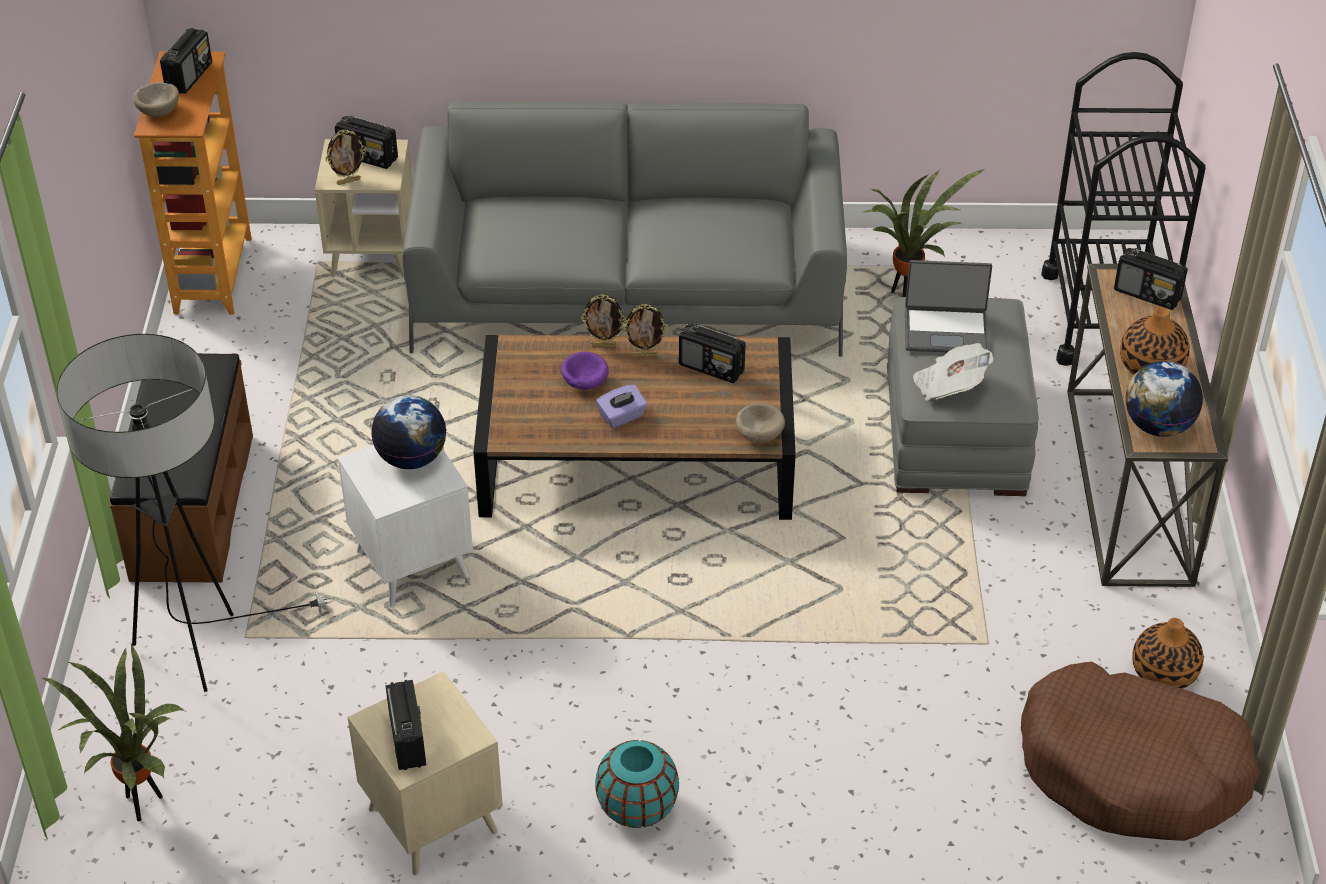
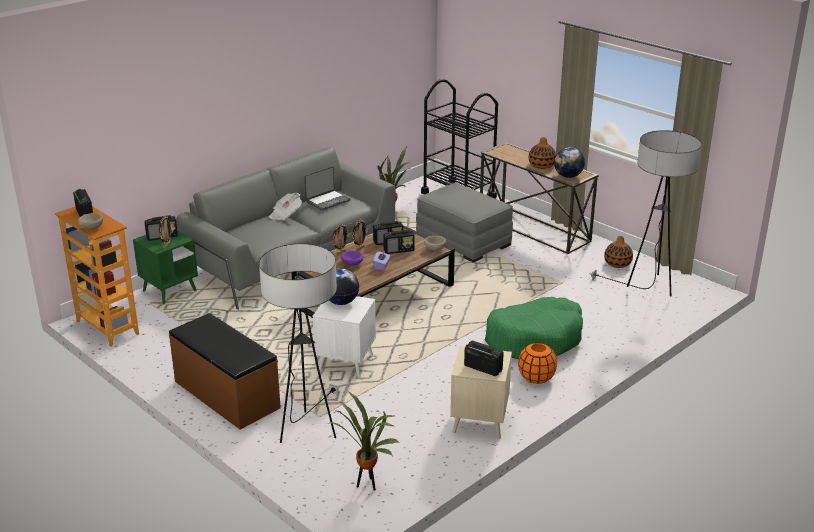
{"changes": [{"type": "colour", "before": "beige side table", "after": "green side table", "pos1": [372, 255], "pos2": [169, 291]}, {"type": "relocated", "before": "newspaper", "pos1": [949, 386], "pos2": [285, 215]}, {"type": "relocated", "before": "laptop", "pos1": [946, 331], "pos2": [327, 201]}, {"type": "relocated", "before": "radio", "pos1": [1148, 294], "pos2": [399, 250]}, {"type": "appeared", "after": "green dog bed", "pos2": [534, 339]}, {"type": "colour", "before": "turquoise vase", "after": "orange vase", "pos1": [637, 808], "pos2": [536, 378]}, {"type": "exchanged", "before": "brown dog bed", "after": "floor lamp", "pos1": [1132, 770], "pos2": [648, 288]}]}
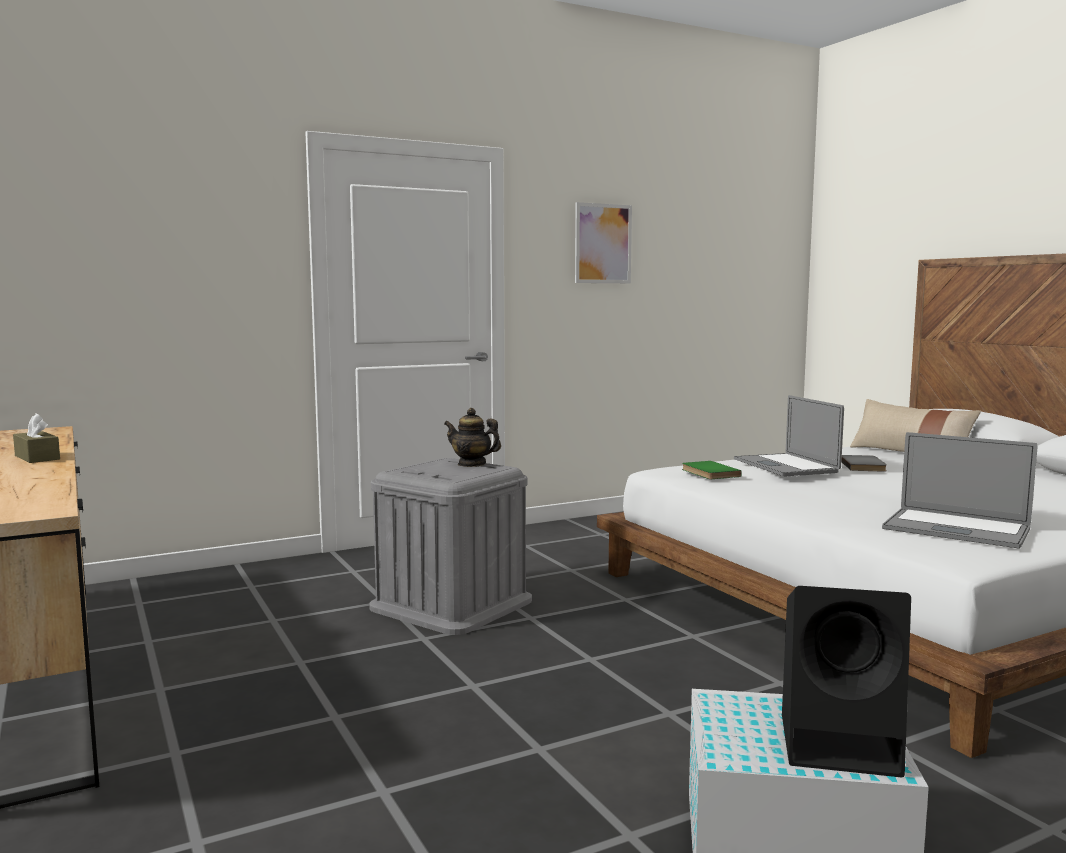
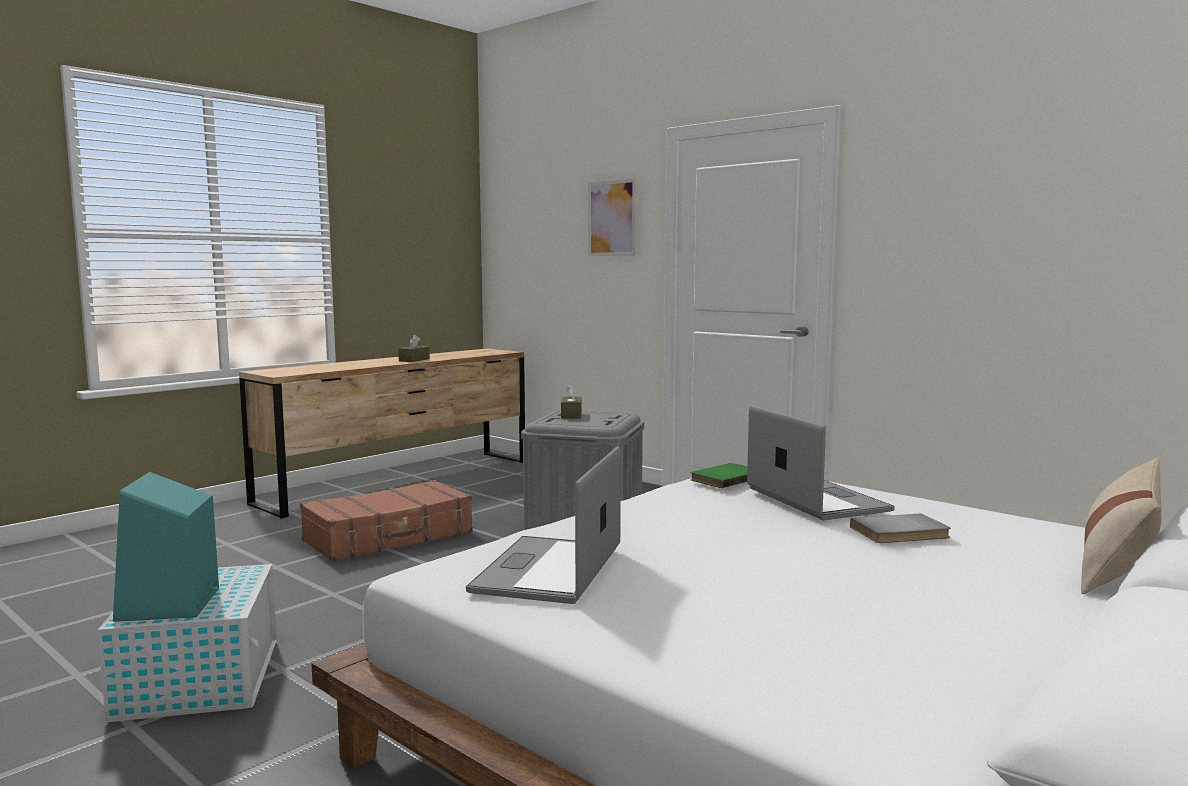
{"changes": [{"type": "colour", "before": "black speaker", "after": "turquoise speaker", "pos1": [842, 744], "pos2": [168, 605]}, {"type": "appeared", "after": "brown suitcase", "pos2": [389, 537]}, {"type": "appeared", "after": "brown tissue box", "pos2": [571, 415]}, {"type": "relocated", "before": "picture", "pos1": [603, 243], "pos2": [612, 218]}, {"type": "spun", "before": "laptop", "pos1": [785, 466], "pos2": [816, 499], "turn": 105}, {"type": "missing", "before": "teapot", "pos1": [472, 464]}]}
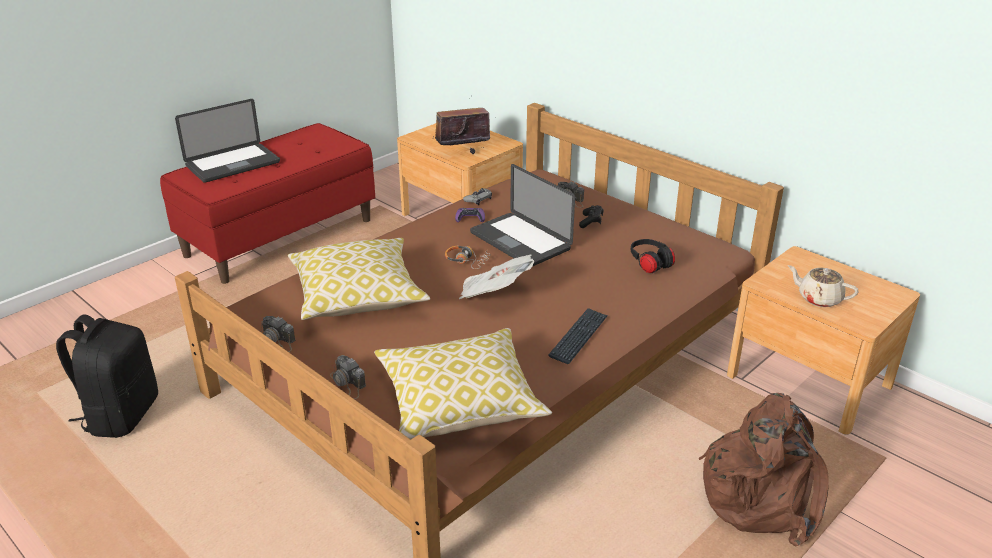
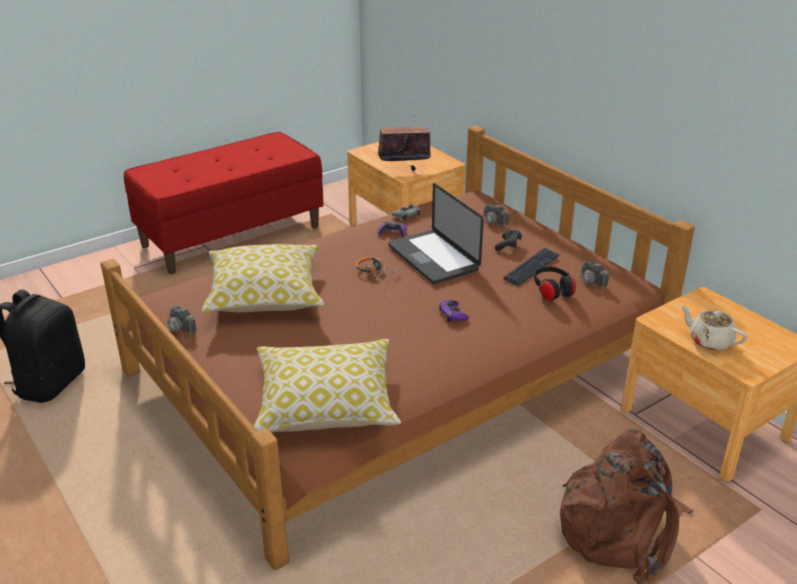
{"changes": [{"type": "appeared", "after": "purple game controller", "pos2": [453, 314]}, {"type": "relocated", "before": "keyboard", "pos1": [578, 337], "pos2": [532, 267]}, {"type": "relocated", "before": "photo camera", "pos1": [348, 383], "pos2": [592, 282]}, {"type": "missing", "before": "laptop", "pos1": [233, 164]}, {"type": "missing", "before": "newspaper", "pos1": [494, 294]}]}
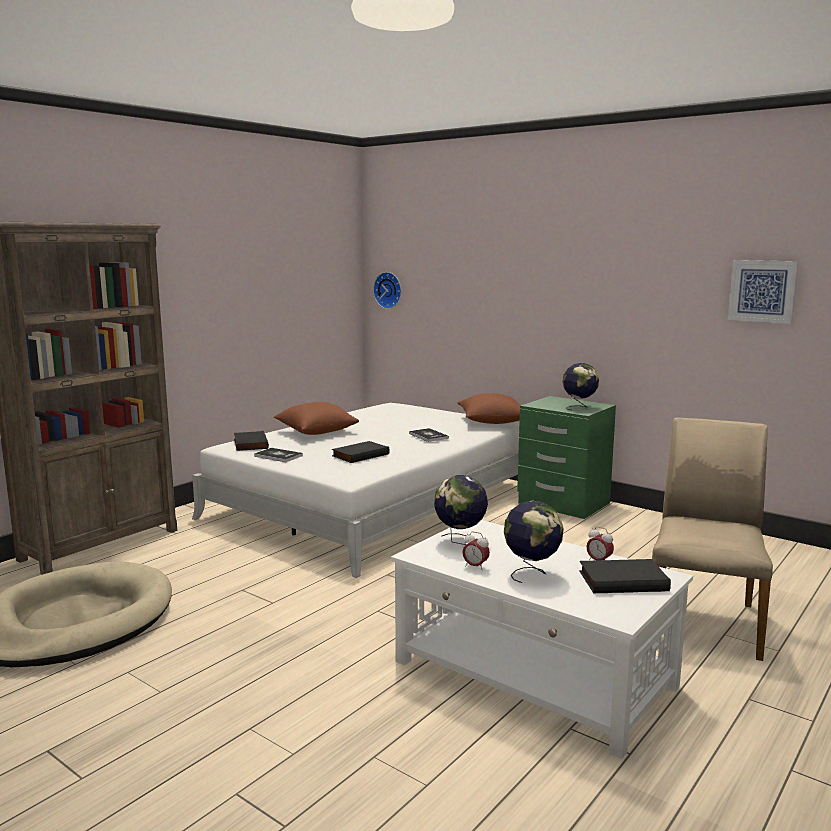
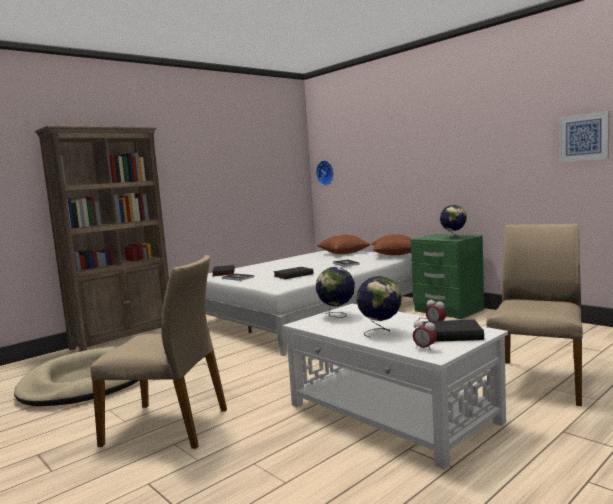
{"changes": [{"type": "appeared", "after": "beige chair", "pos2": [168, 426]}, {"type": "relocated", "before": "brown pillow", "pos1": [316, 432], "pos2": [343, 253]}, {"type": "relocated", "before": "alarm clock", "pos1": [475, 566], "pos2": [424, 348]}]}
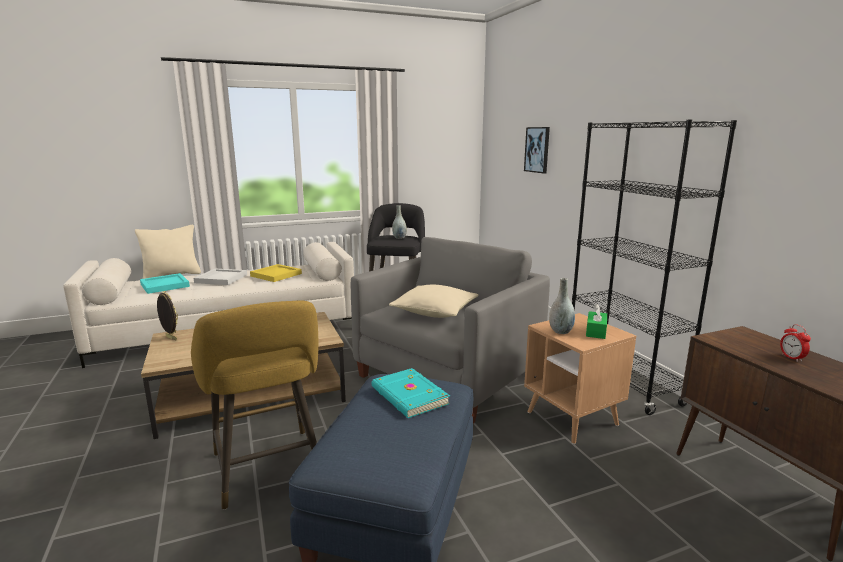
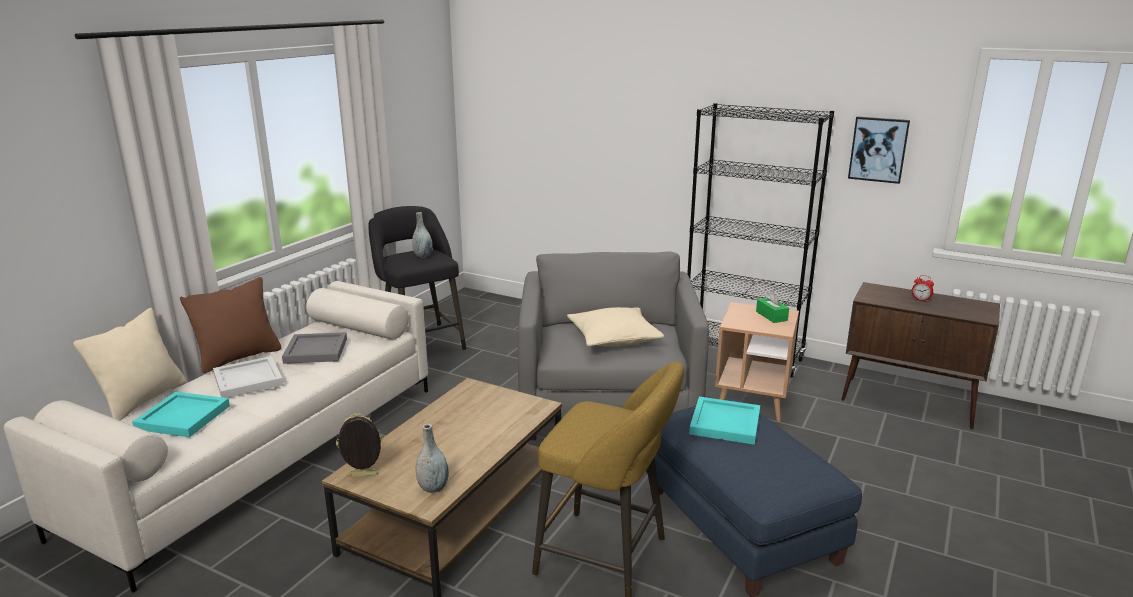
{"changes": [{"type": "appeared", "after": "brown pillow", "pos2": [239, 357]}, {"type": "colour", "before": "yellow tray", "after": "grey tray", "pos1": [276, 275], "pos2": [316, 351]}, {"type": "relocated", "before": "grey vase", "pos1": [560, 331], "pos2": [433, 488]}, {"type": "exchanged", "before": "turquoise book", "after": "turquoise tray", "pos1": [408, 396], "pos2": [726, 424]}, {"type": "relocated", "before": "picture", "pos1": [537, 149], "pos2": [878, 149]}]}
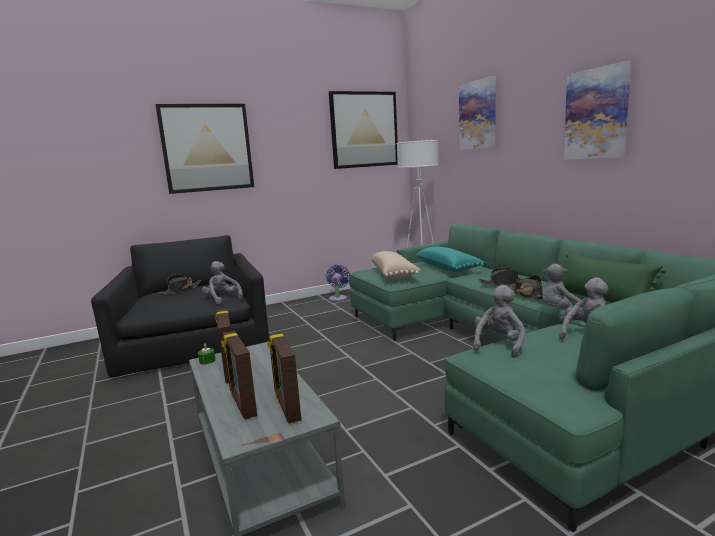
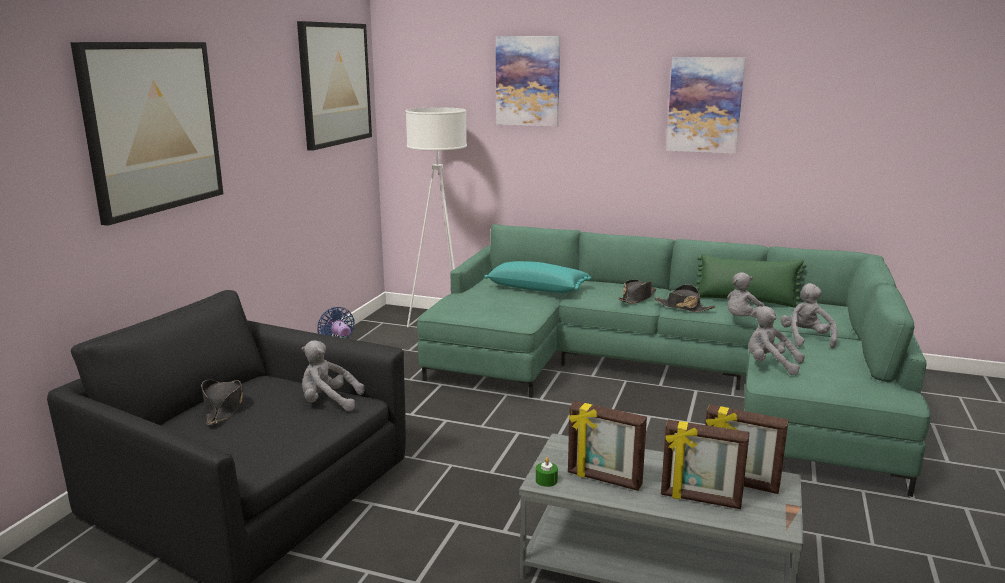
{"changes": [{"type": "spun", "before": "grey plush toy", "pos1": [499, 344], "pos2": [770, 365], "turn": -45}, {"type": "missing", "before": "beige pillow", "pos1": [394, 274]}]}
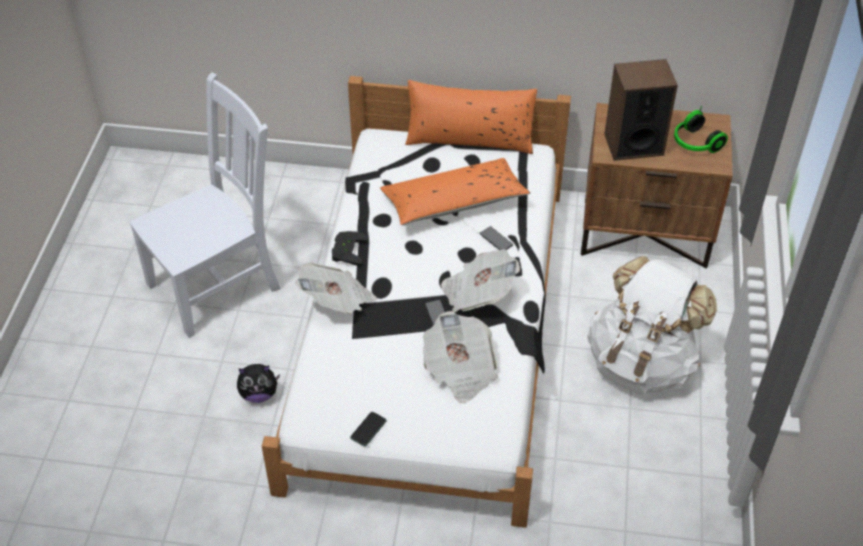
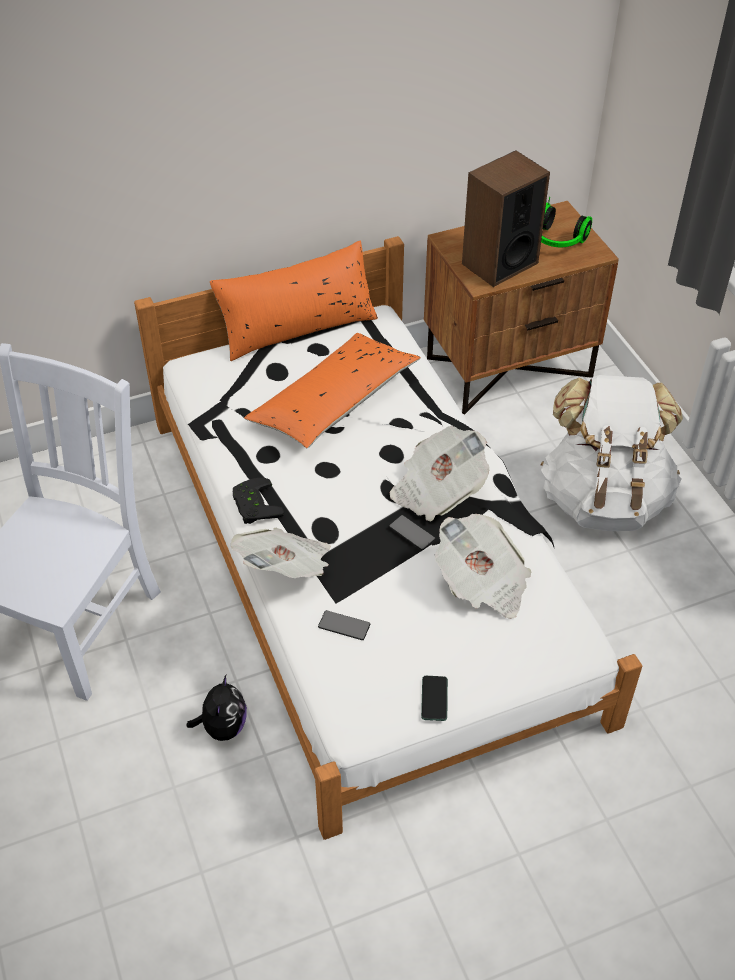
{"changes": [{"type": "spun", "before": "plush toy", "pos1": [259, 394], "pos2": [223, 727], "turn": -45}, {"type": "relocated", "before": "phone", "pos1": [496, 240], "pos2": [344, 626]}]}
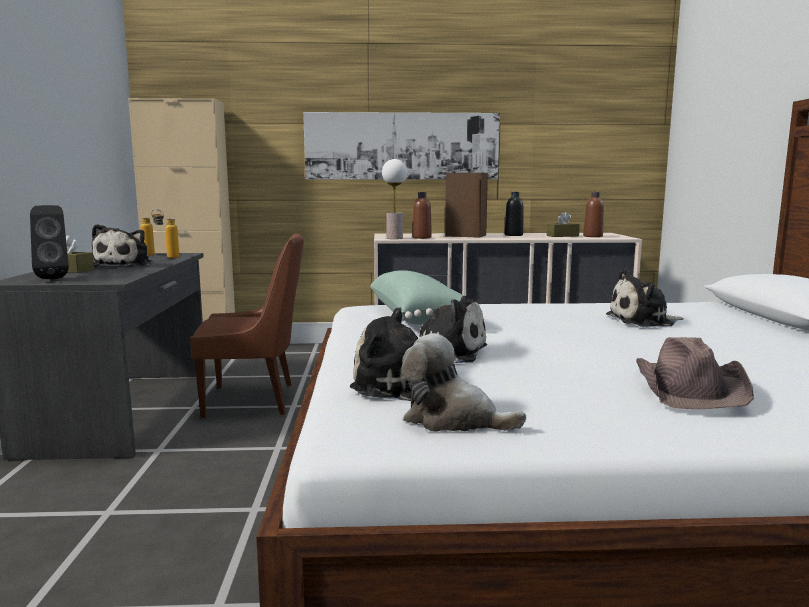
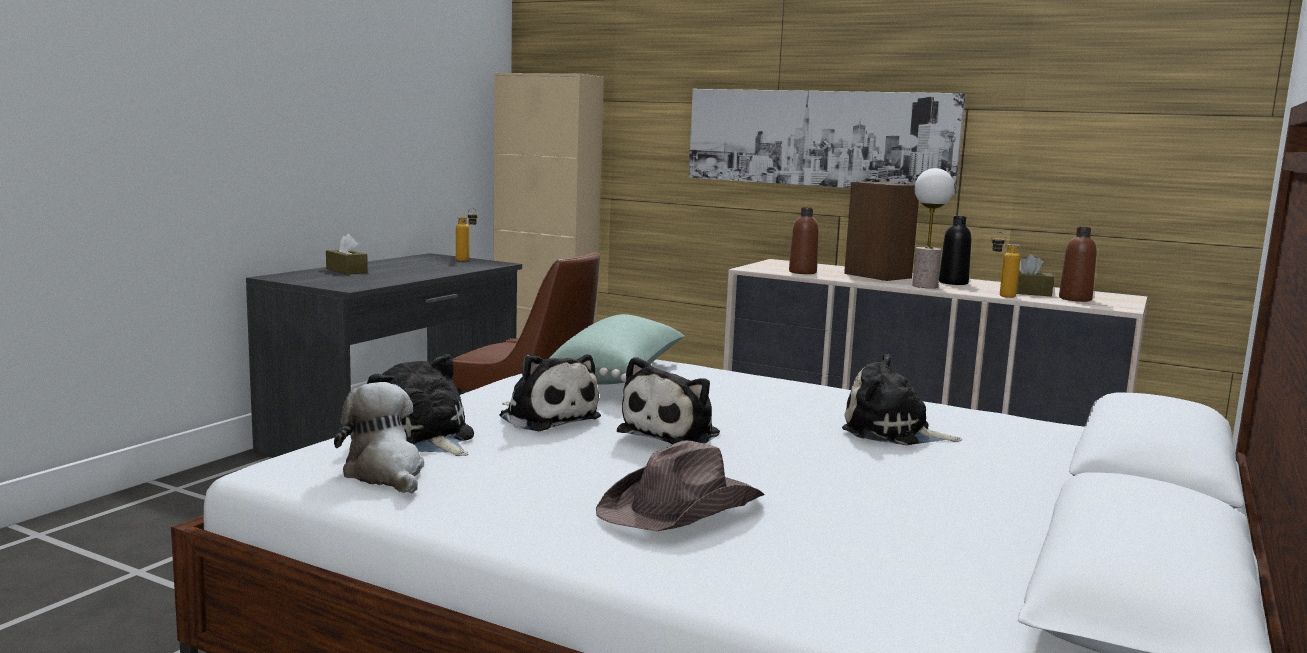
{"changes": [{"type": "relocated", "before": "plush toy", "pos1": [125, 265], "pos2": [673, 433]}, {"type": "relocated", "before": "table lamp", "pos1": [395, 238], "pos2": [925, 286]}, {"type": "relocated", "before": "bottle", "pos1": [168, 257], "pos2": [1000, 296]}, {"type": "missing", "before": "black speaker", "pos1": [54, 278]}]}
